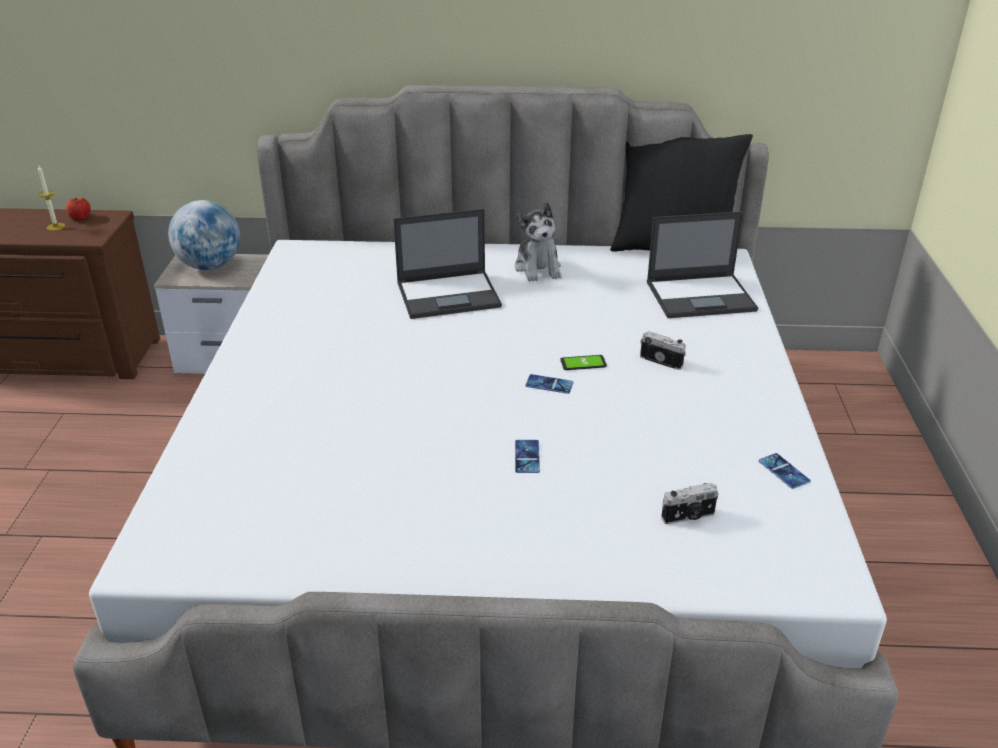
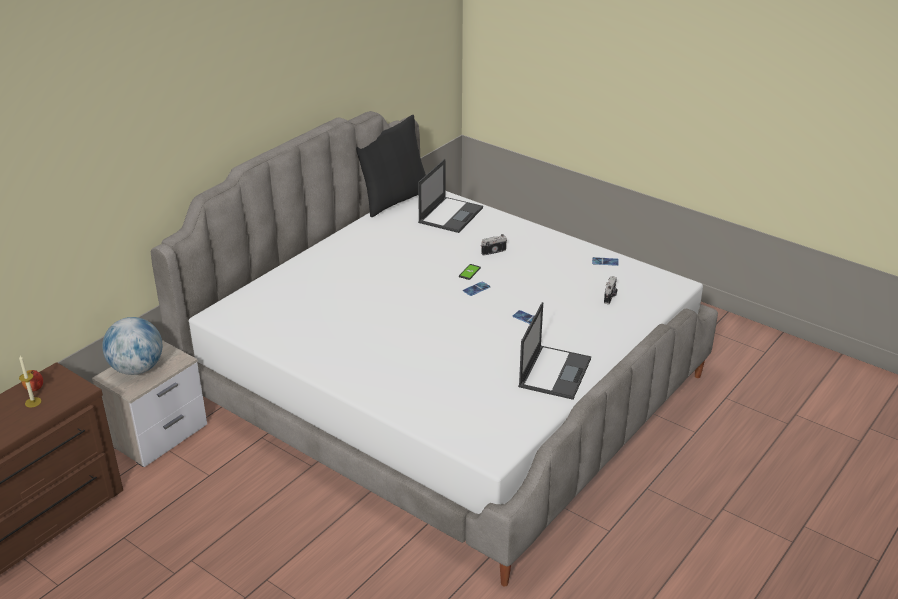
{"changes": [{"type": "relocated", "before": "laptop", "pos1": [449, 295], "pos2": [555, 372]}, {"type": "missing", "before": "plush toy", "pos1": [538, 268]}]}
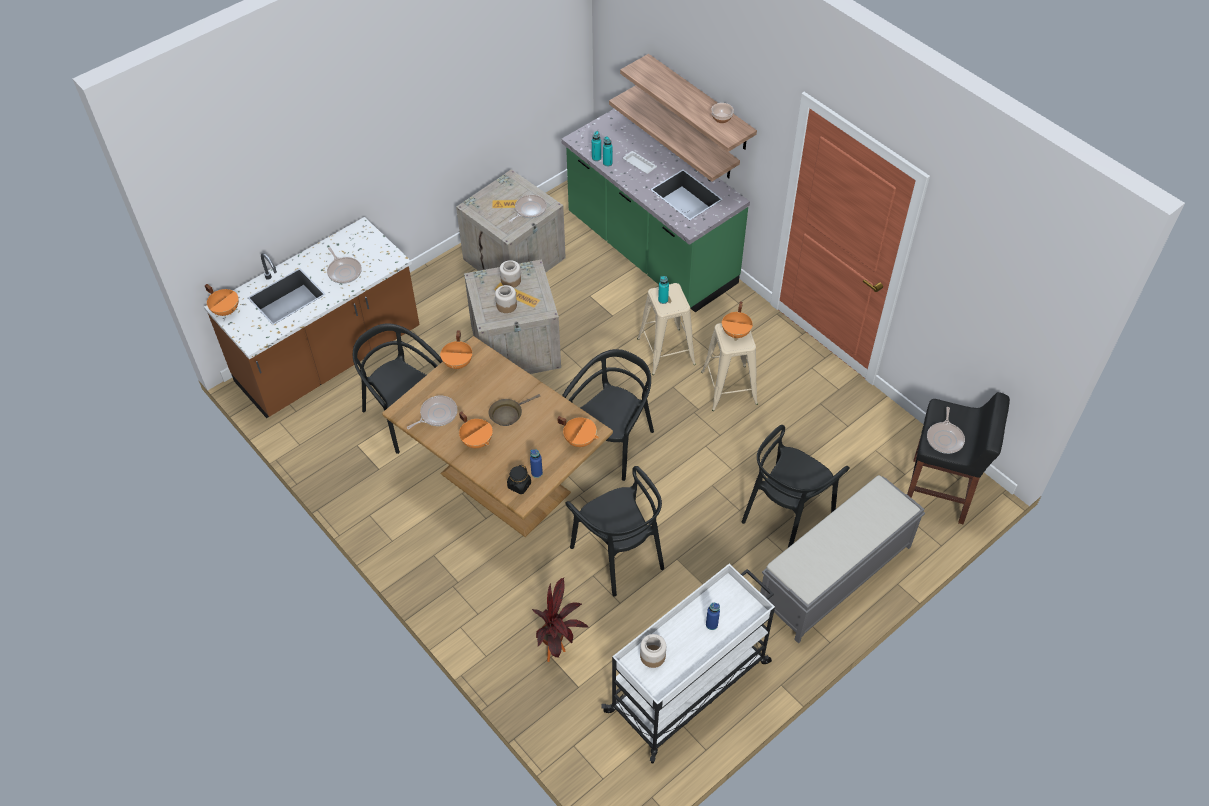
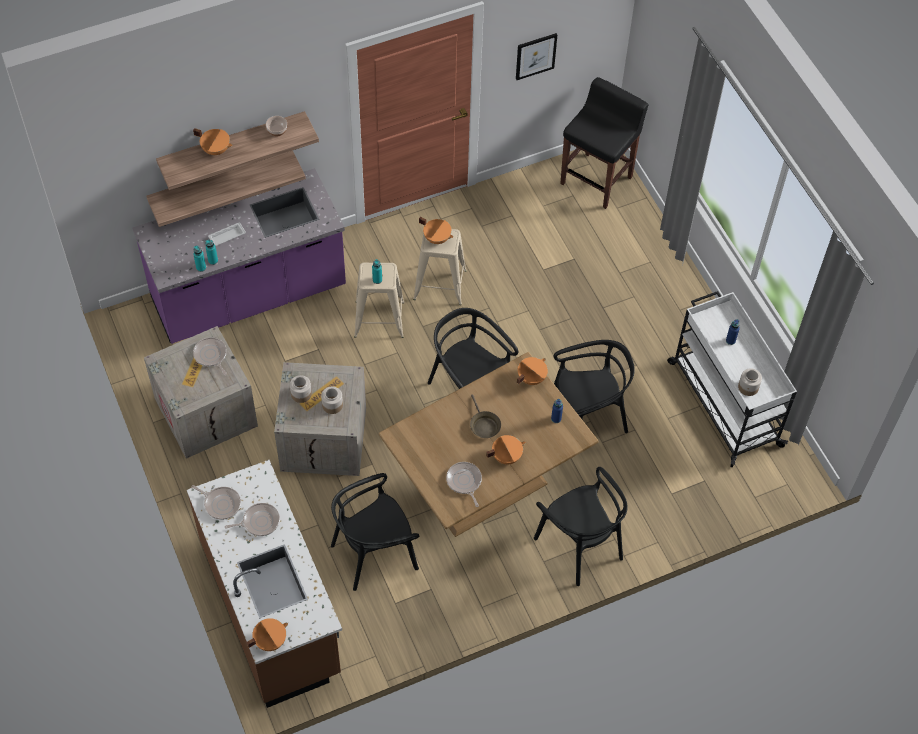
{"changes": [{"type": "colour", "before": "green counter", "after": "purple counter", "pos1": [650, 251], "pos2": [249, 295]}, {"type": "relocated", "before": "frying pan", "pos1": [945, 438], "pos2": [221, 503]}, {"type": "relocated", "before": "orange cooking pot", "pos1": [458, 363], "pos2": [216, 149]}, {"type": "appeared", "after": "picture", "pos2": [535, 56]}, {"type": "relocated", "before": "black chair", "pos1": [786, 514], "pos2": [580, 545]}, {"type": "missing", "before": "black jar", "pos1": [519, 485]}, {"type": "missing", "before": "potted plant", "pos1": [559, 650]}, {"type": "missing", "before": "grey bench", "pos1": [834, 576]}]}
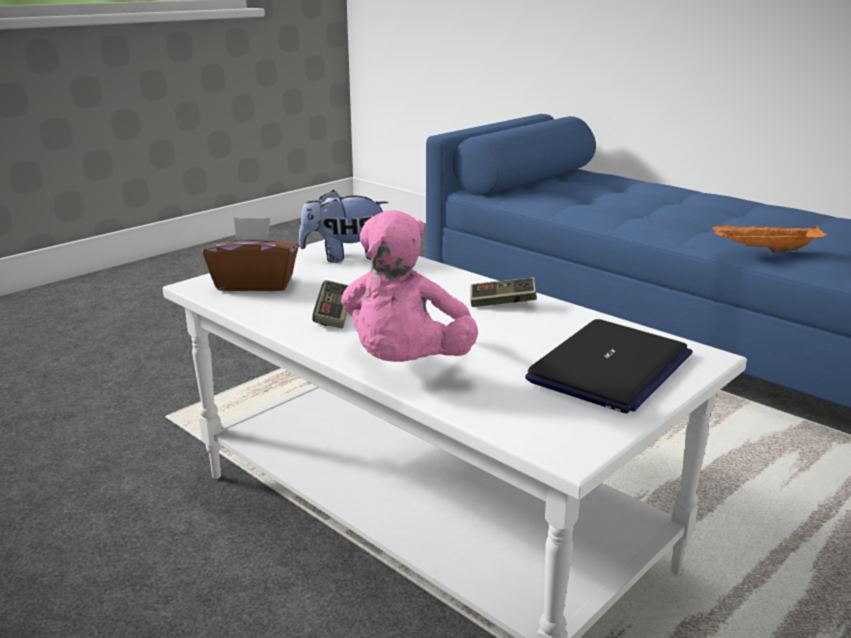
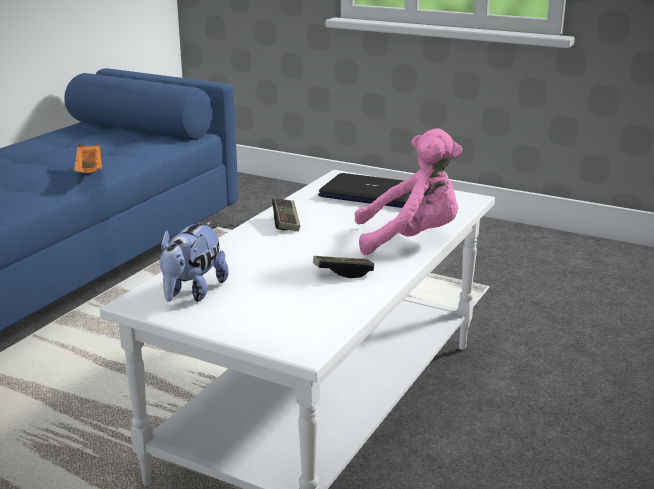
{"changes": [{"type": "spun", "before": "plush toy", "pos1": [345, 257], "pos2": [192, 292], "turn": 45}, {"type": "missing", "before": "brown tissue box", "pos1": [255, 284]}]}
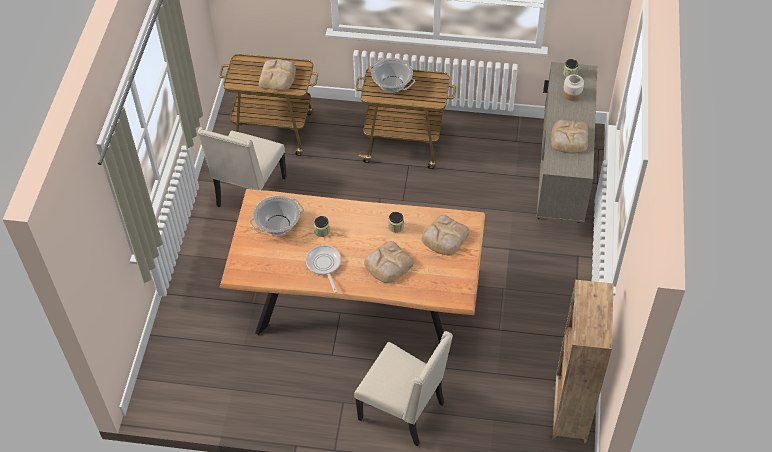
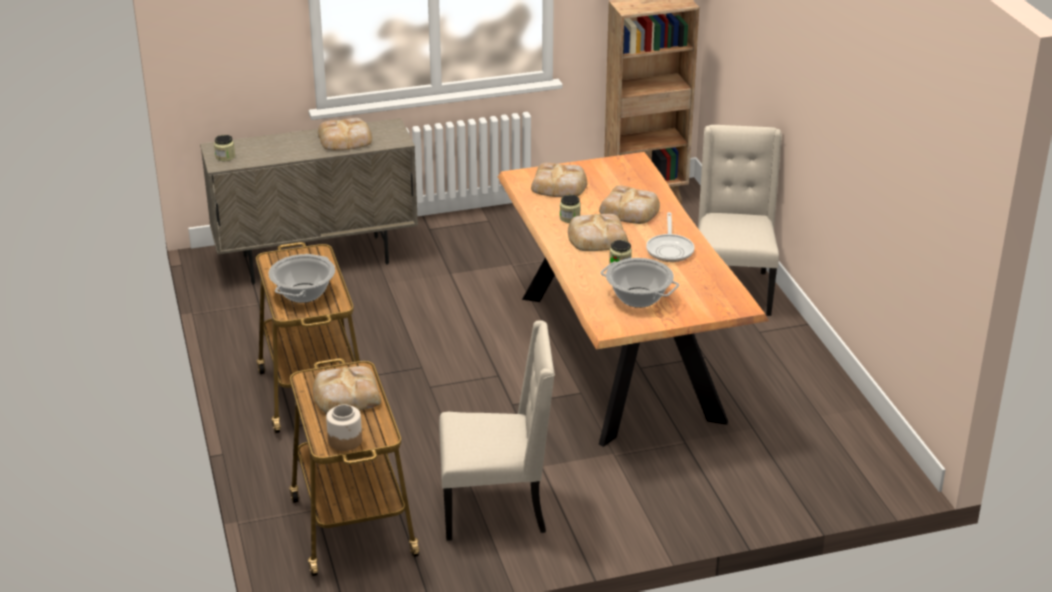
{"changes": [{"type": "relocated", "before": "jar", "pos1": [572, 94], "pos2": [345, 440]}, {"type": "appeared", "after": "bread", "pos2": [596, 237]}, {"type": "spun", "before": "frying pan", "pos1": [324, 265], "pos2": [670, 249], "turn": -45}]}
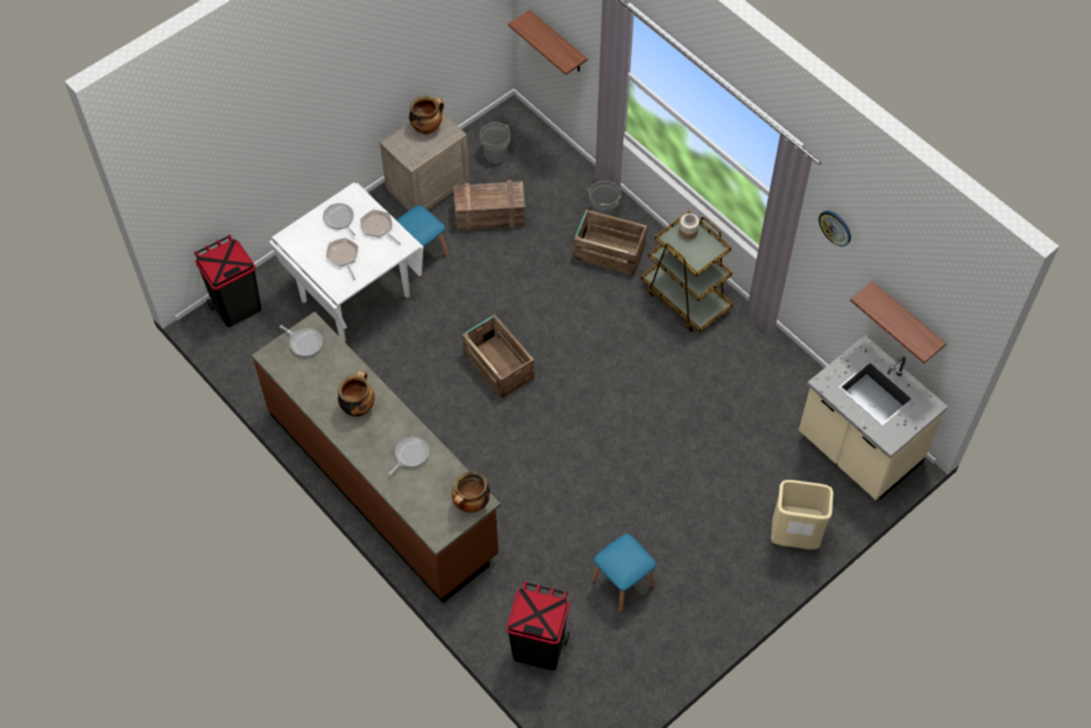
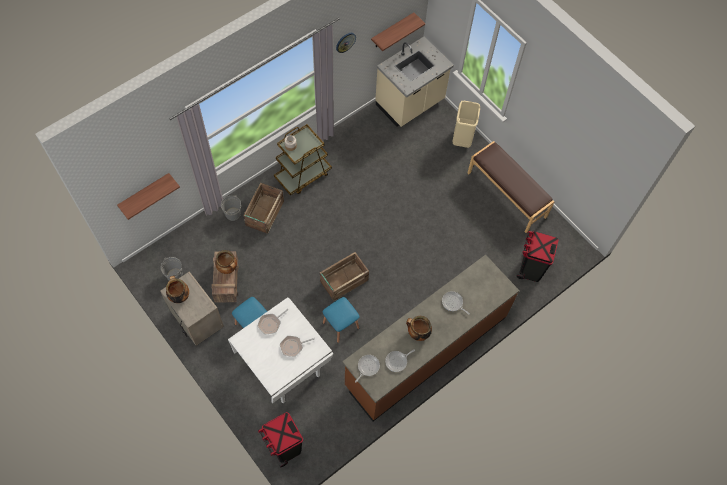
{"changes": [{"type": "relocated", "before": "cooking pot", "pos1": [471, 504], "pos2": [228, 268]}, {"type": "relocated", "before": "blue stool", "pos1": [622, 583], "pos2": [340, 325]}, {"type": "relocated", "before": "frying pan", "pos1": [339, 219], "pos2": [397, 361]}, {"type": "appeared", "after": "brown bench", "pos2": [507, 194]}]}
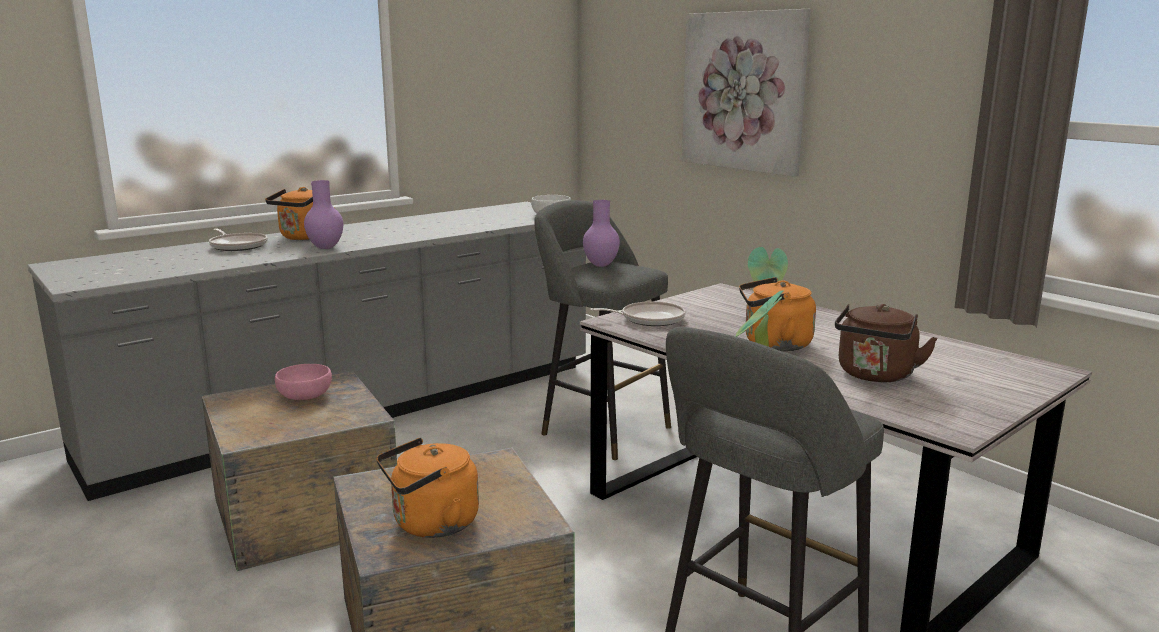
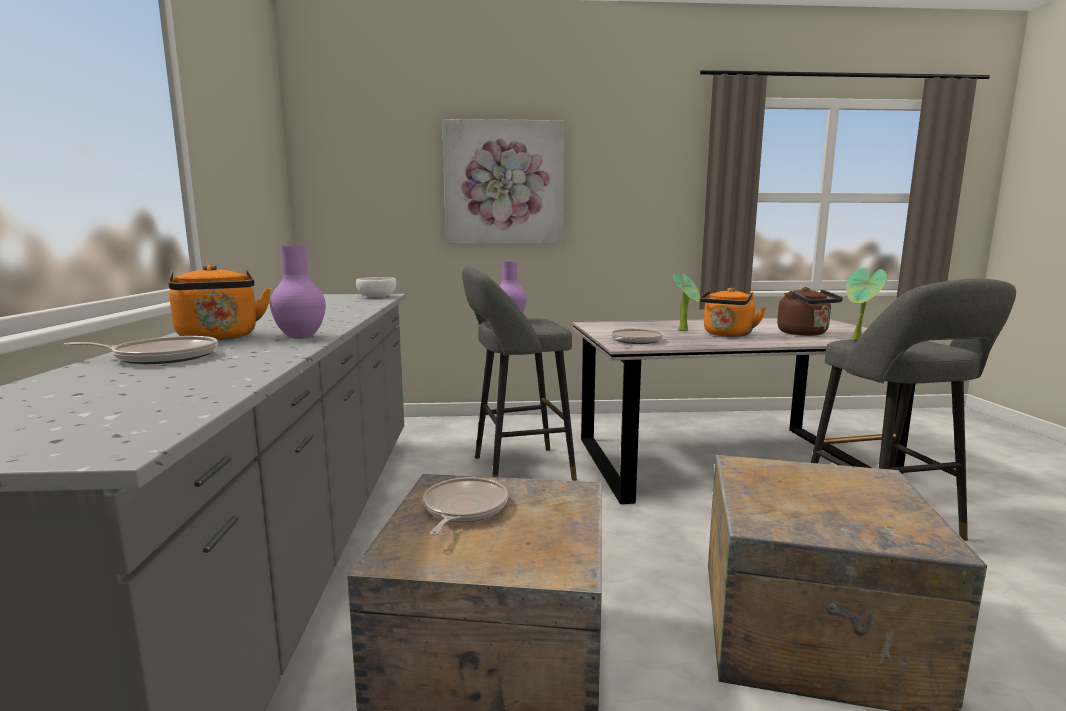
{"changes": [{"type": "exchanged", "before": "pink bowl", "after": "frying pan", "pos1": [304, 395], "pos2": [463, 509]}, {"type": "missing", "before": "orange kettle", "pos1": [431, 524]}]}
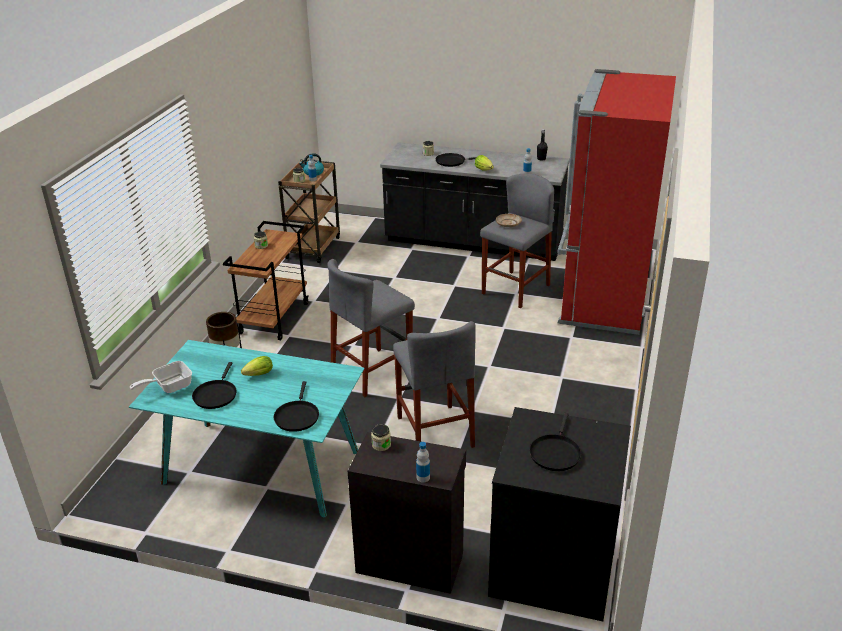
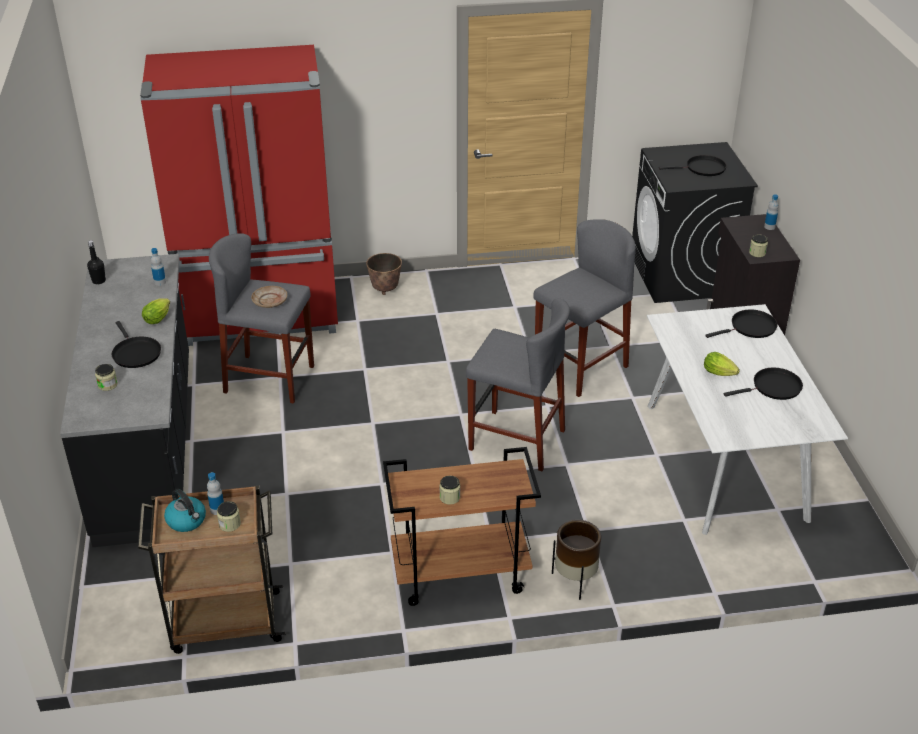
{"changes": [{"type": "appeared", "after": "planter", "pos2": [385, 289]}, {"type": "colour", "before": "turquoise dining table", "after": "white dining table", "pos1": [260, 468], "pos2": [726, 461]}, {"type": "missing", "before": "frying pan", "pos1": [169, 387]}]}
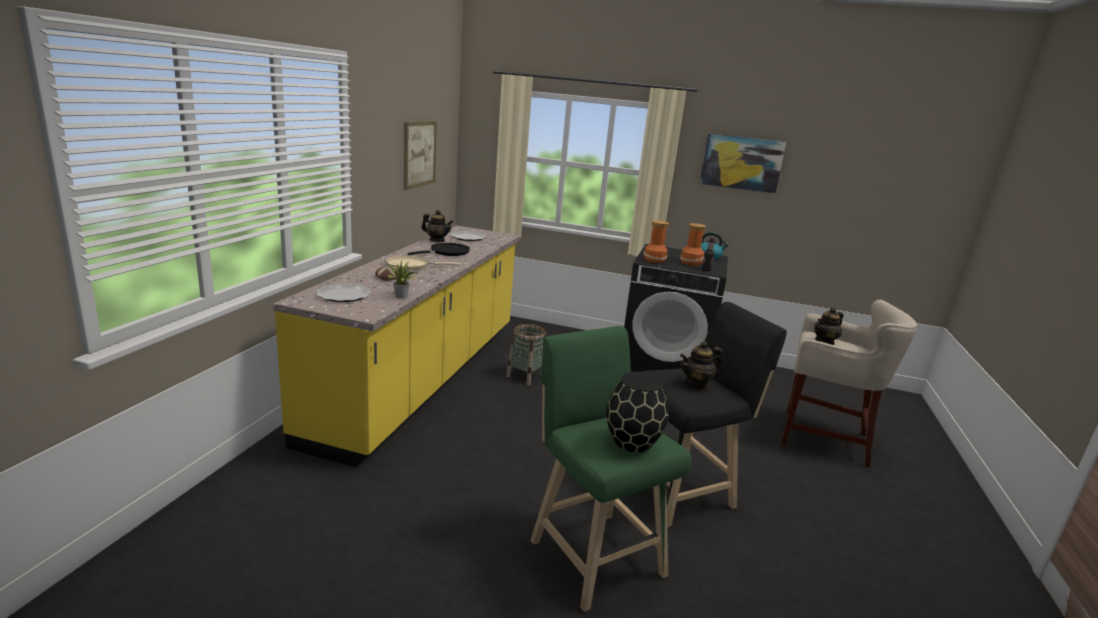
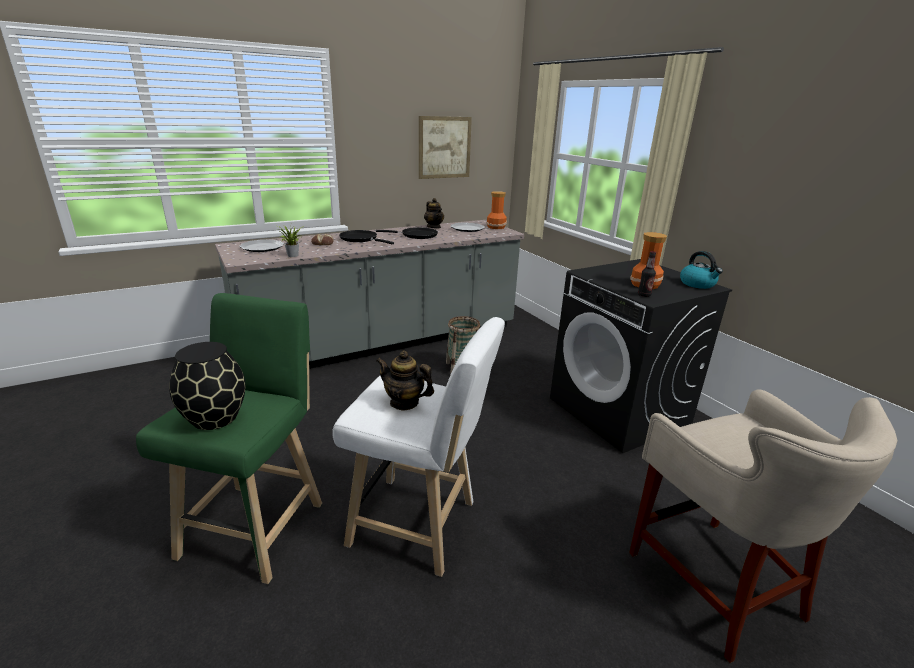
{"changes": [{"type": "colour", "before": "yellow counter", "after": "grey counter", "pos1": [423, 378], "pos2": [385, 342]}, {"type": "colour", "before": "black stool", "after": "white stool", "pos1": [681, 490], "pos2": [419, 525]}, {"type": "colour", "before": "beige frying pan", "after": "black frying pan", "pos1": [411, 266], "pos2": [361, 239]}, {"type": "relocated", "before": "vase", "pos1": [654, 260], "pos2": [496, 227]}, {"type": "missing", "before": "picture", "pos1": [741, 163]}, {"type": "missing", "before": "teapot", "pos1": [824, 342]}]}
